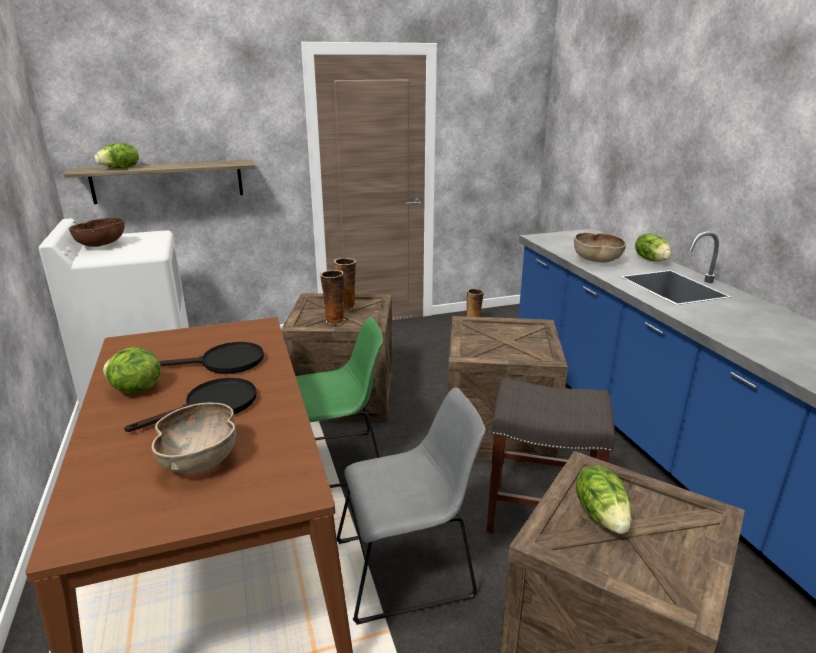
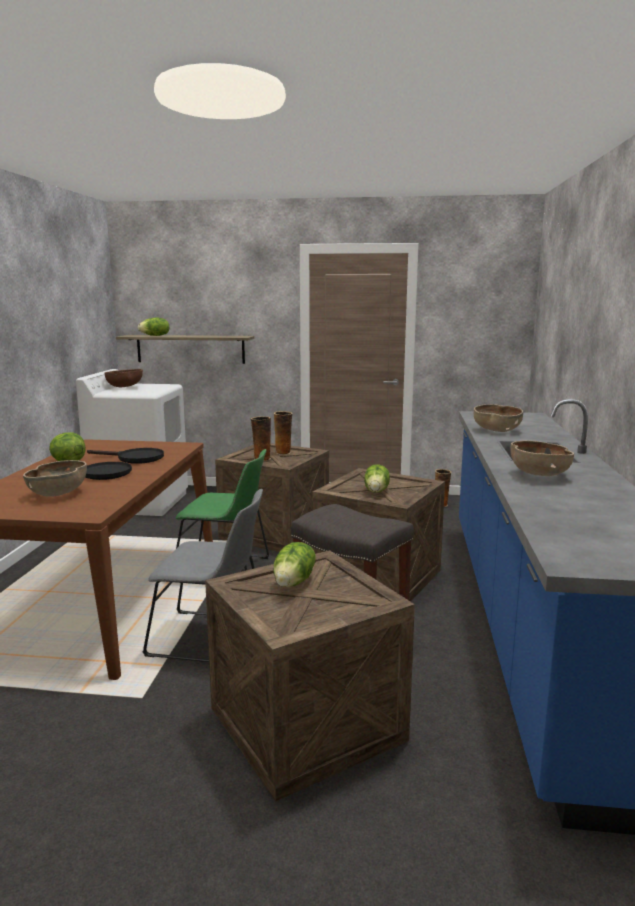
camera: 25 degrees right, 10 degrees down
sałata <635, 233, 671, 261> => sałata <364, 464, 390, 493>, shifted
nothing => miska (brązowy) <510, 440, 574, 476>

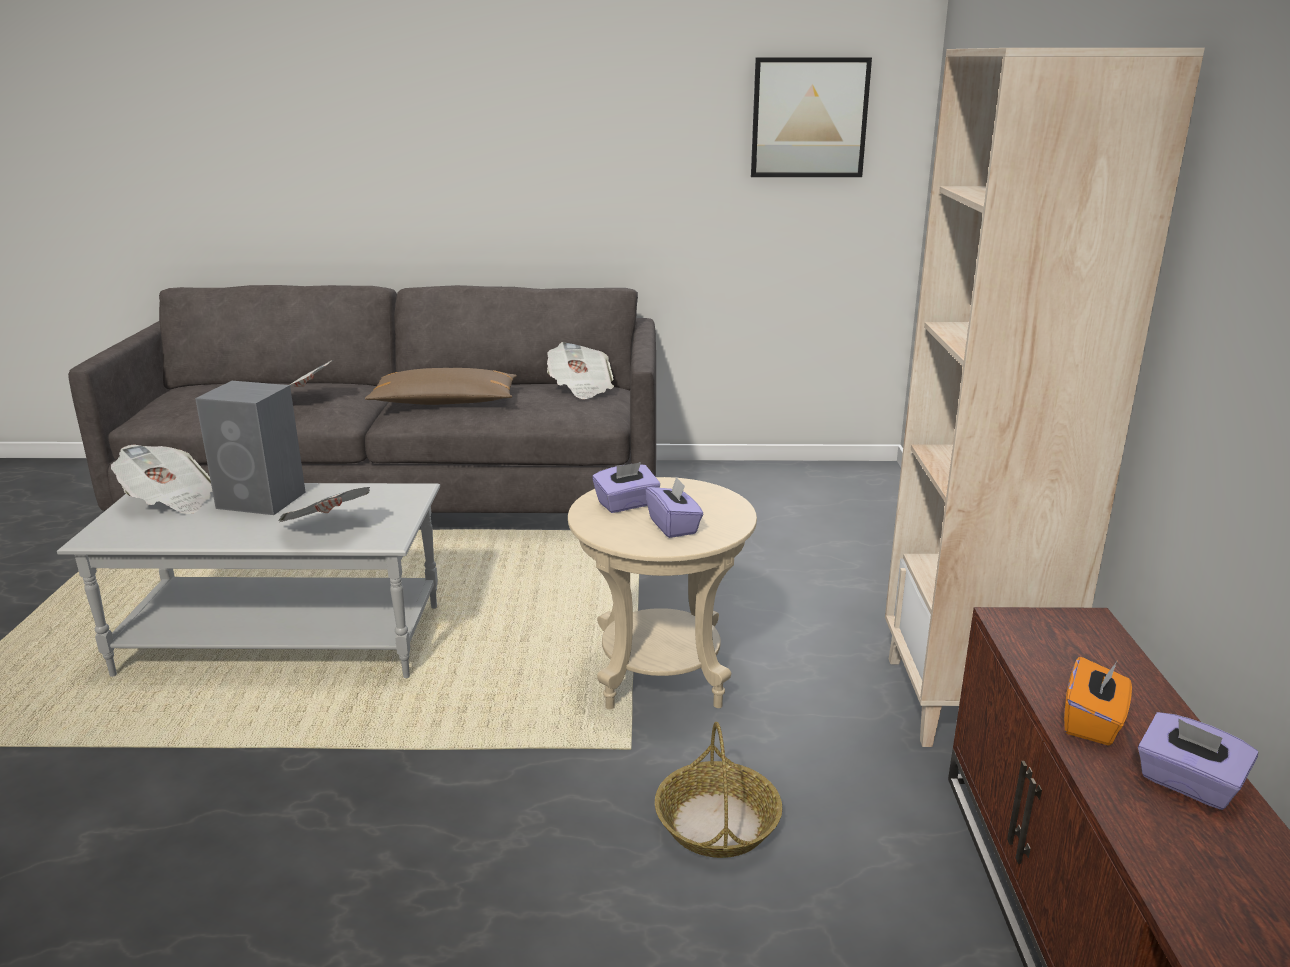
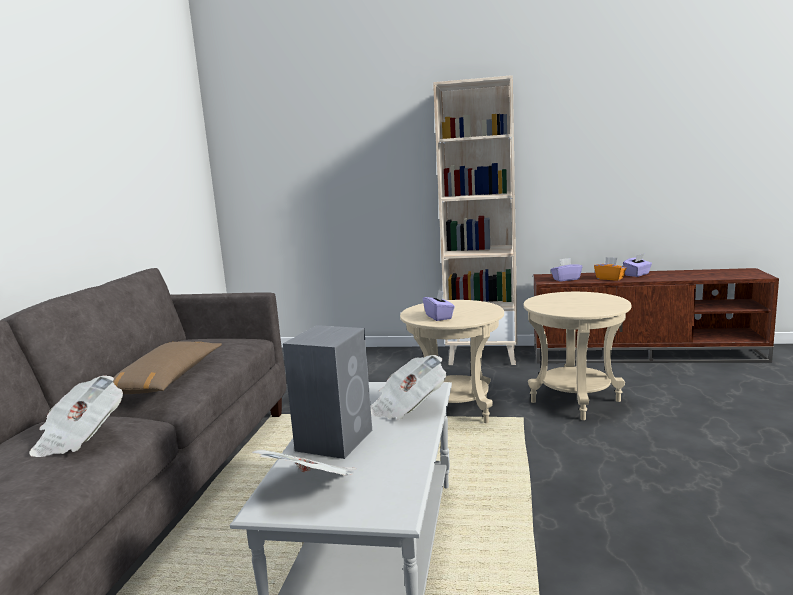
camera: 80 degrees left, 10 degrees down
gazeta <547, 342, 614, 399> => nothing
pudełko chusteczek (fioletowy) <645, 476, 703, 538> => pudełko chusteczek (fioletowy) <551, 258, 582, 281>, shifted
koszyk <655, 722, 782, 858> => stolik (beżowy) <524, 292, 631, 420>
obraz <751, 57, 872, 177> => nothing

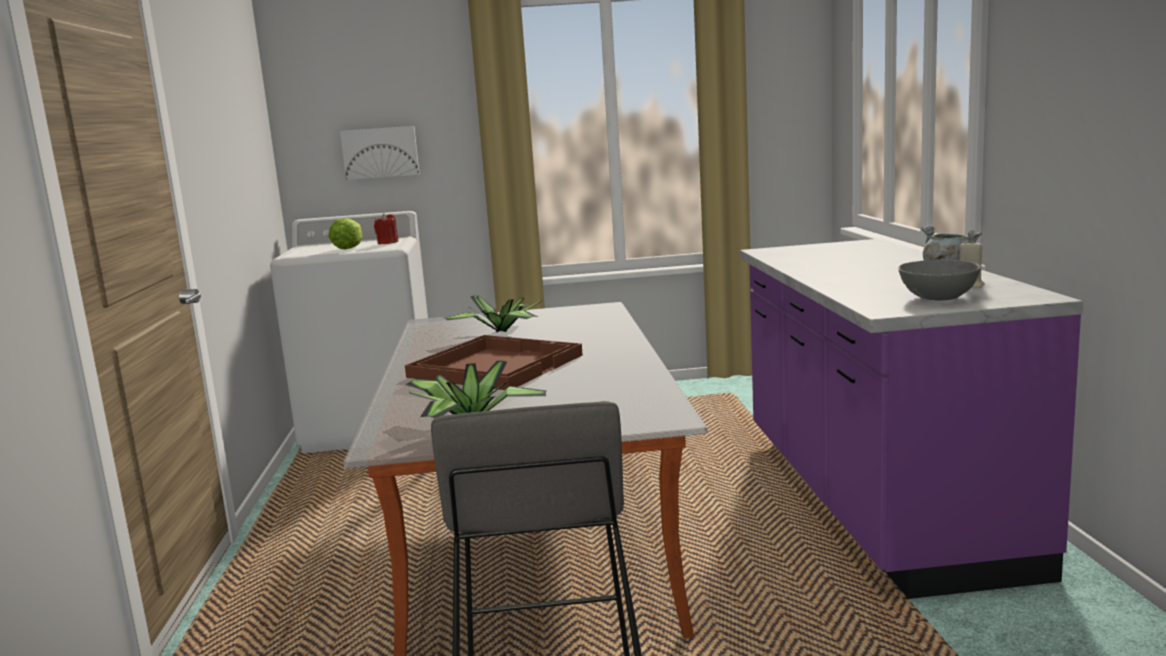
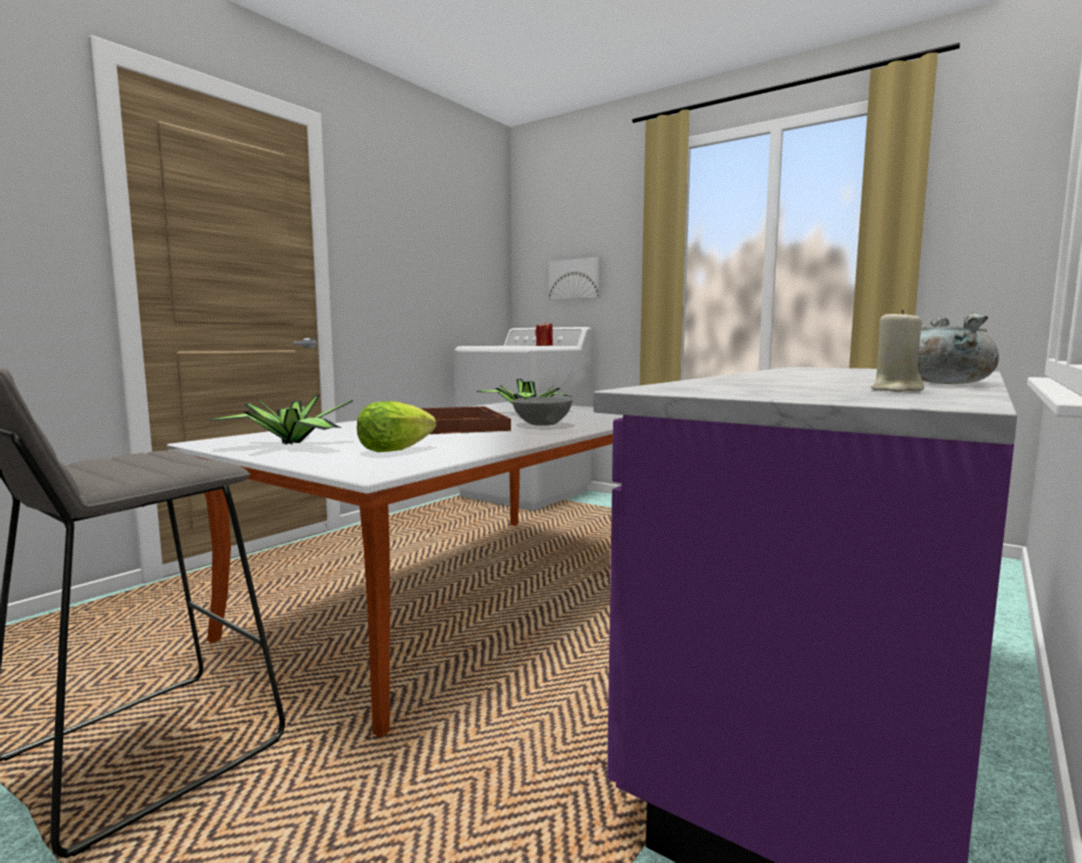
camera: 40 degrees right, 5 degrees down
sałata <328, 218, 362, 250> => sałata <357, 401, 436, 452>, shifted
miska (szary) <898, 260, 981, 300> => miska (szary) <512, 397, 572, 426>, shifted

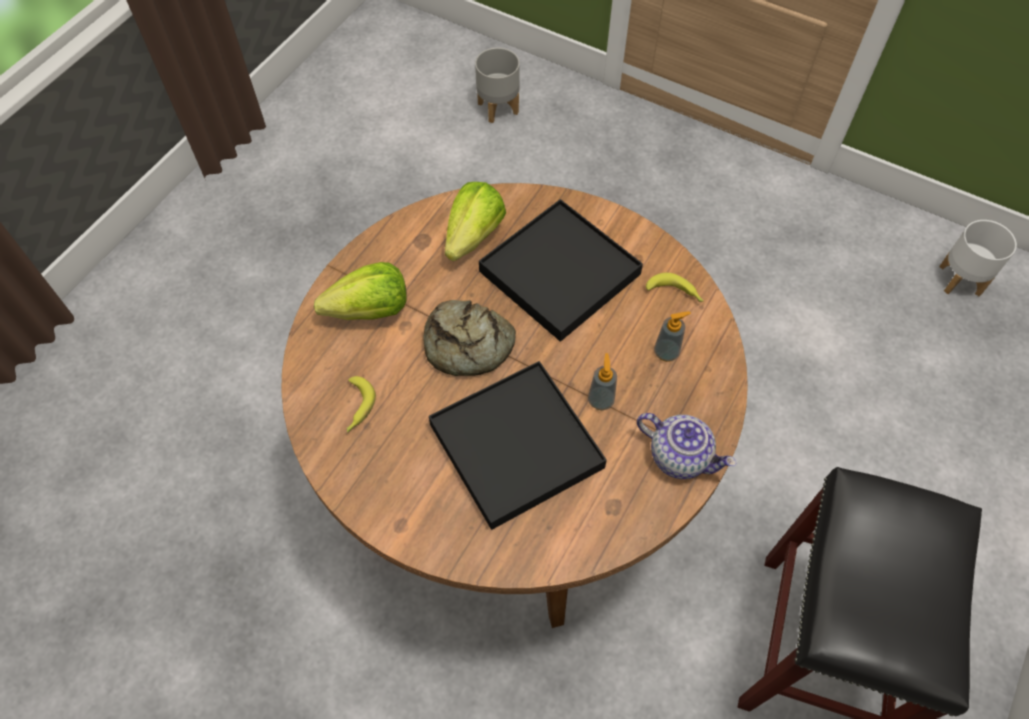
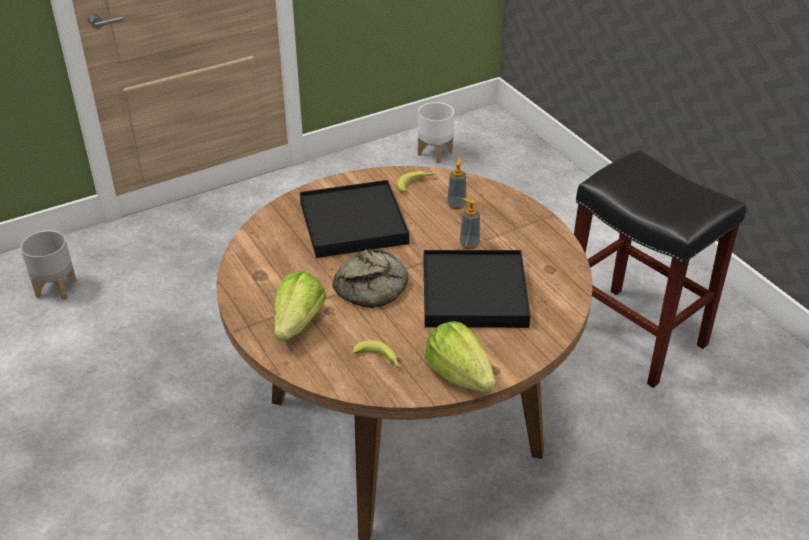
camera: 60 degrees left, 20 degrees down
sałata <445, 182, 506, 261> => sałata <425, 321, 496, 392>, shifted
imbryk <637, 413, 737, 479> => nothing

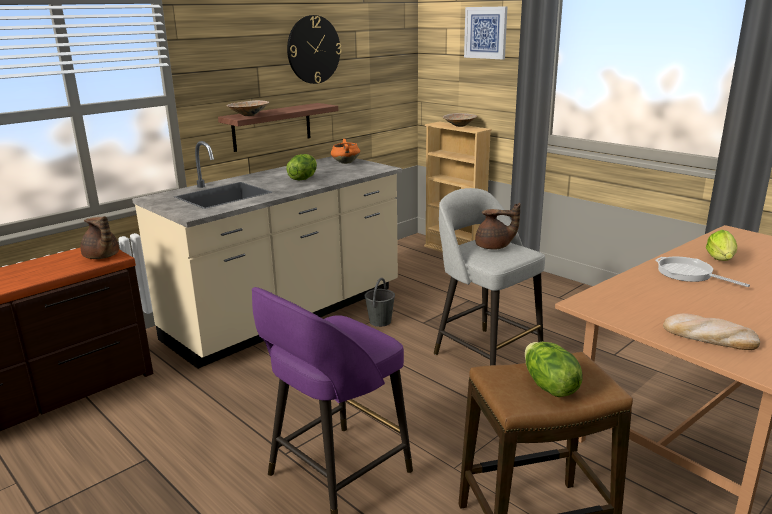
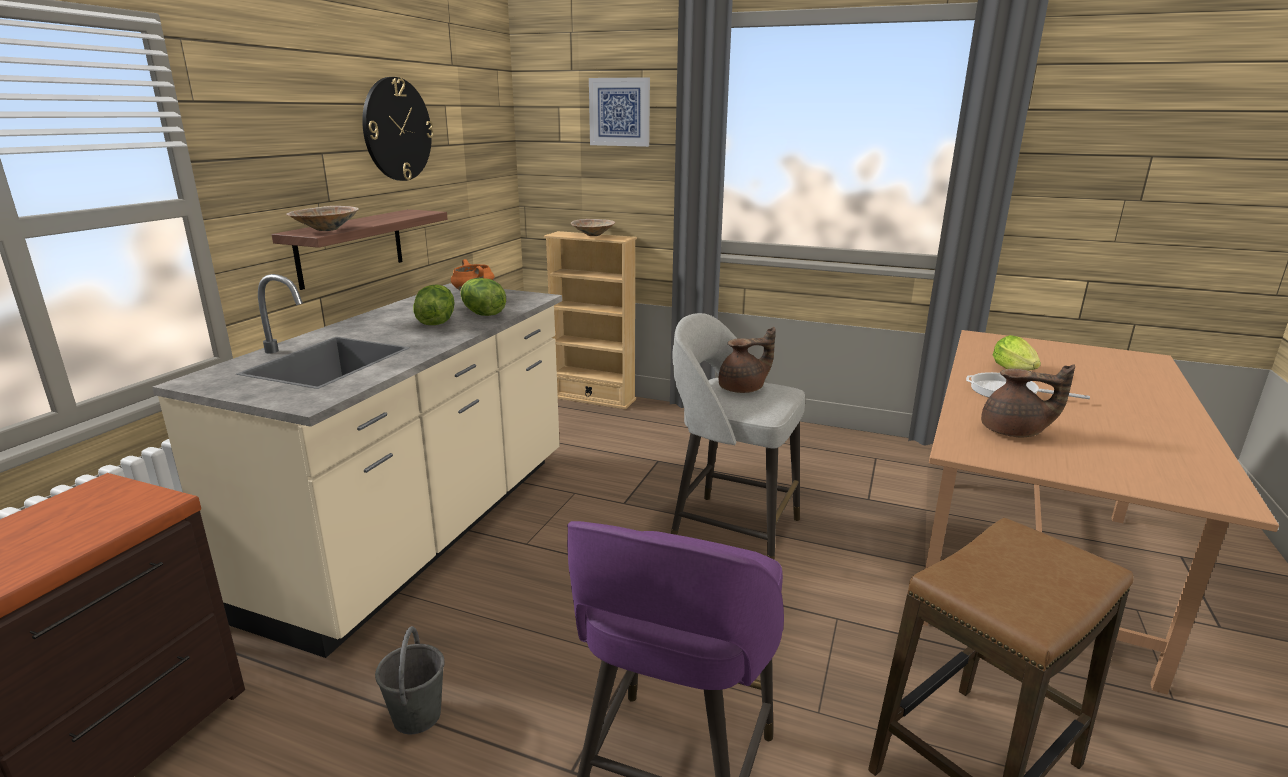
camera: 25 degrees left, 0 degrees up
imbryk (brązowy) <80, 216, 119, 259> => imbryk (brązowy) <981, 365, 1075, 438>, shifted
wiadro (szary) <365, 278, 395, 327> => wiadro (szary) <375, 626, 445, 734>, shifted
sałata <525, 342, 583, 397> => sałata <460, 278, 506, 316>, shifted
chleb <663, 313, 760, 350> => nothing

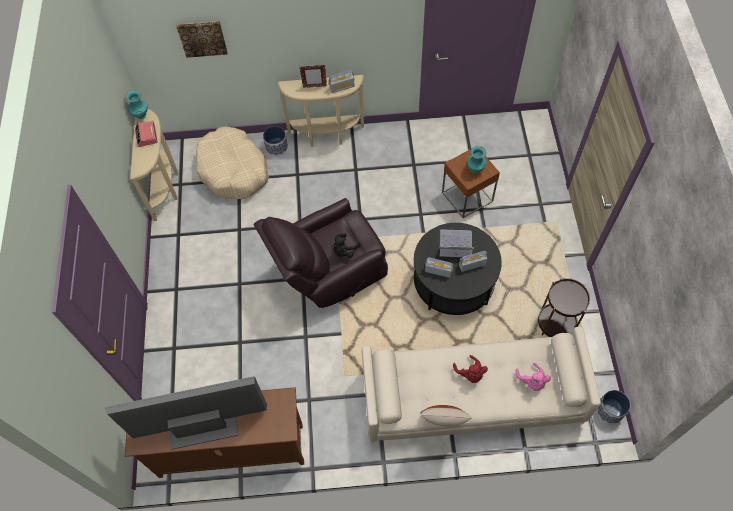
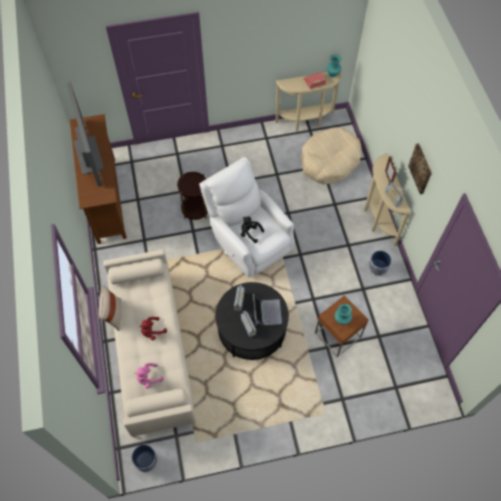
camera: 80 degrees right, 0 degrees up
obraz <177, 21, 227, 58> => obraz <408, 143, 432, 195>, shifted
fotel (brązowy) <254, 198, 388, 308> => fotel (biały) <199, 157, 294, 278>
donica <263, 126, 288, 156> => donica <368, 251, 391, 276>, shifted
stolik (brązowy) <538, 278, 590, 337> => stolik (brązowy) <177, 172, 208, 220>, shifted

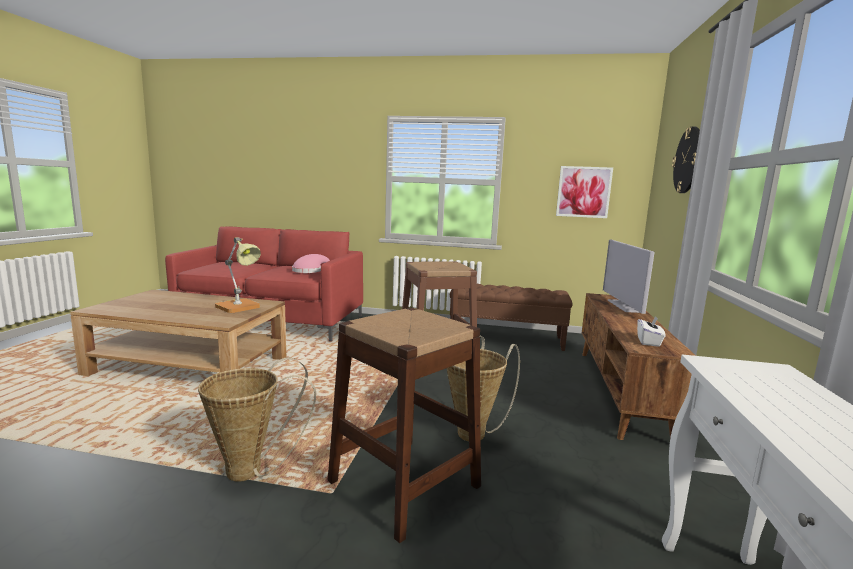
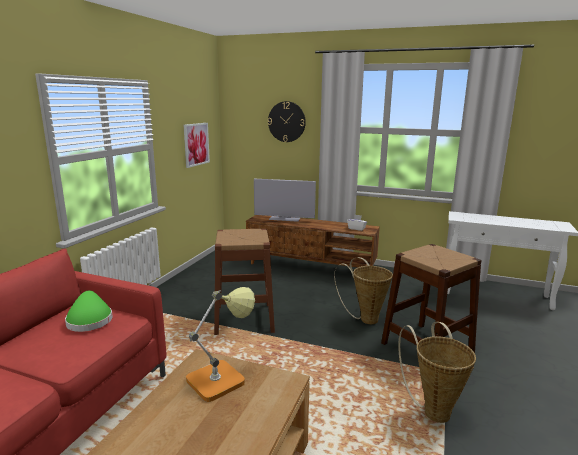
camera: 80 degrees left, 5 degrees up
kapelusz (różowy) <292, 254, 330, 273> => kapelusz (zielony) <65, 290, 113, 332>
ławka (brązowy) <450, 284, 573, 351> => nothing

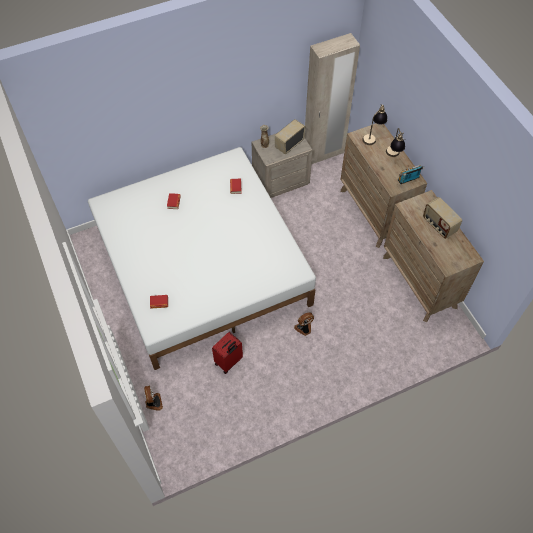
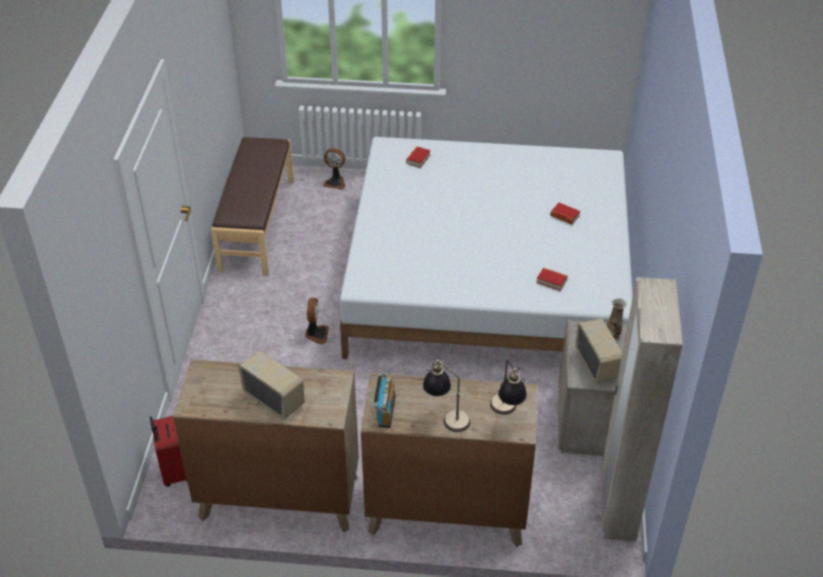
camera: 120 degrees right, 15 degrees down
walizka (czerwony) <212, 332, 243, 374> => walizka (czerwony) <150, 416, 187, 487>, shifted
radio <423, 197, 462, 239> => radio <238, 350, 305, 420>, 45 degrees clockwise
nothing => ławka (brązowy) <211, 137, 294, 275>

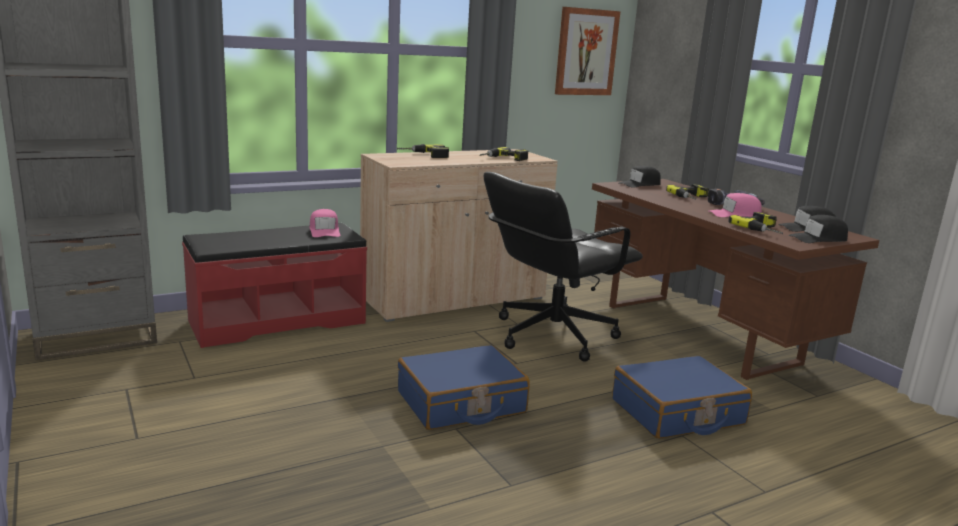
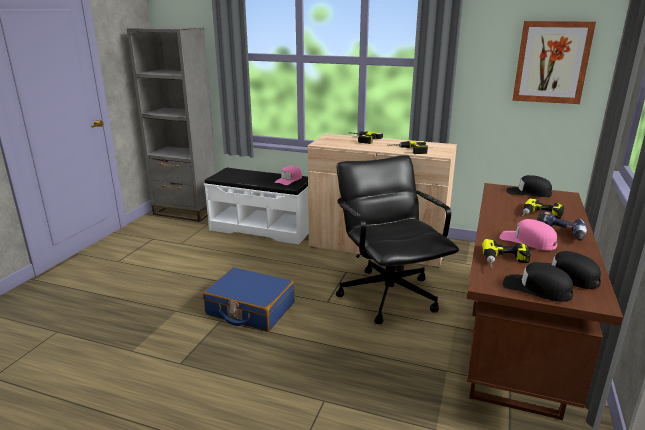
camera: 50 degrees right, 5 degrees up
ławka (czerwony) <182, 223, 367, 348> => ławka (biały) <204, 168, 309, 245>
krzesło biurowe (czarny) <484, 172, 643, 362> => krzesło biurowe (czarny) <336, 155, 459, 324>, 60 degrees clockwise
walizka (niebieski) <612, 356, 752, 439> => nothing

